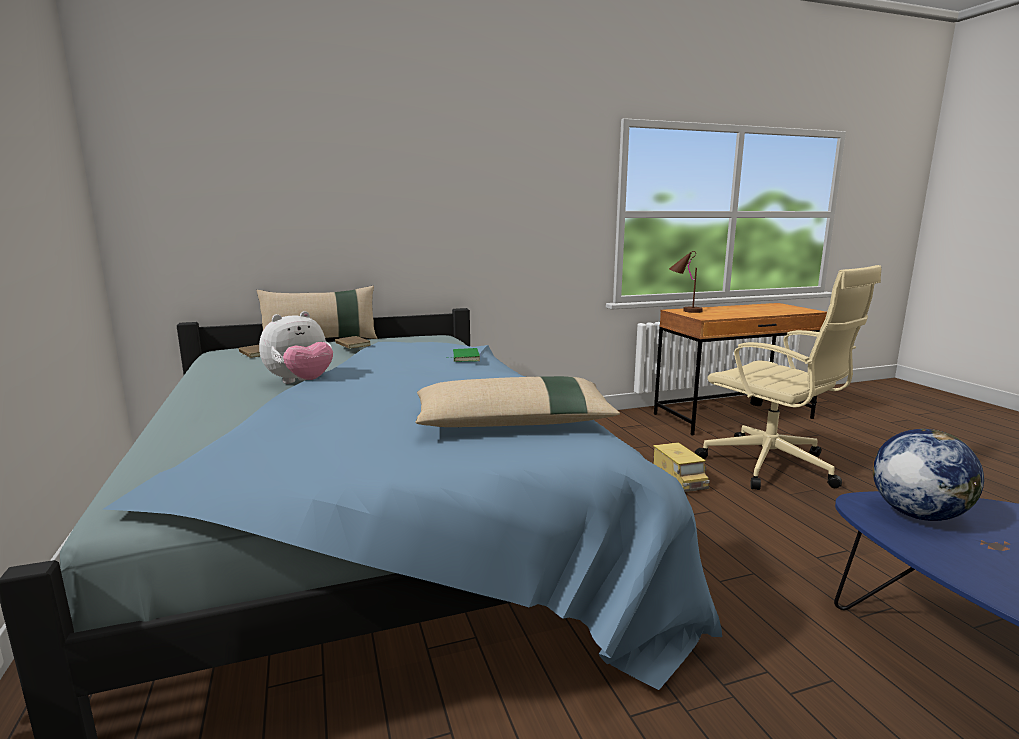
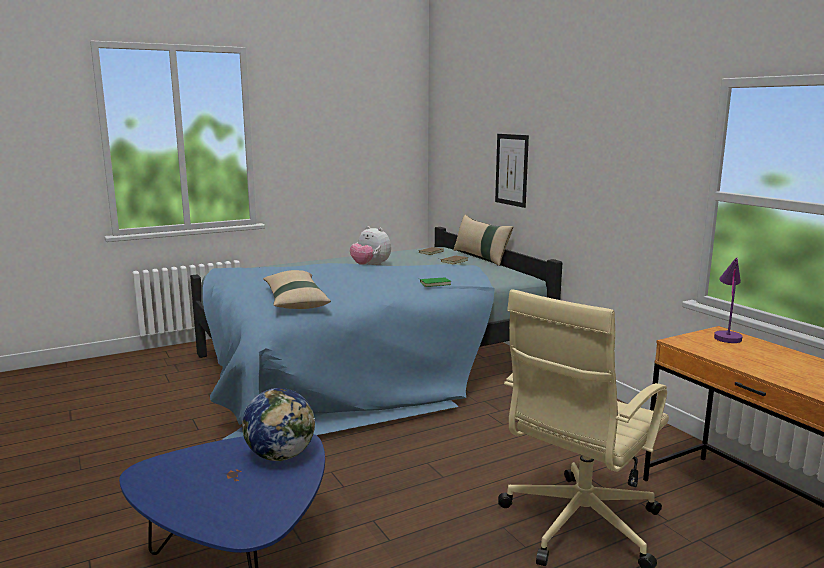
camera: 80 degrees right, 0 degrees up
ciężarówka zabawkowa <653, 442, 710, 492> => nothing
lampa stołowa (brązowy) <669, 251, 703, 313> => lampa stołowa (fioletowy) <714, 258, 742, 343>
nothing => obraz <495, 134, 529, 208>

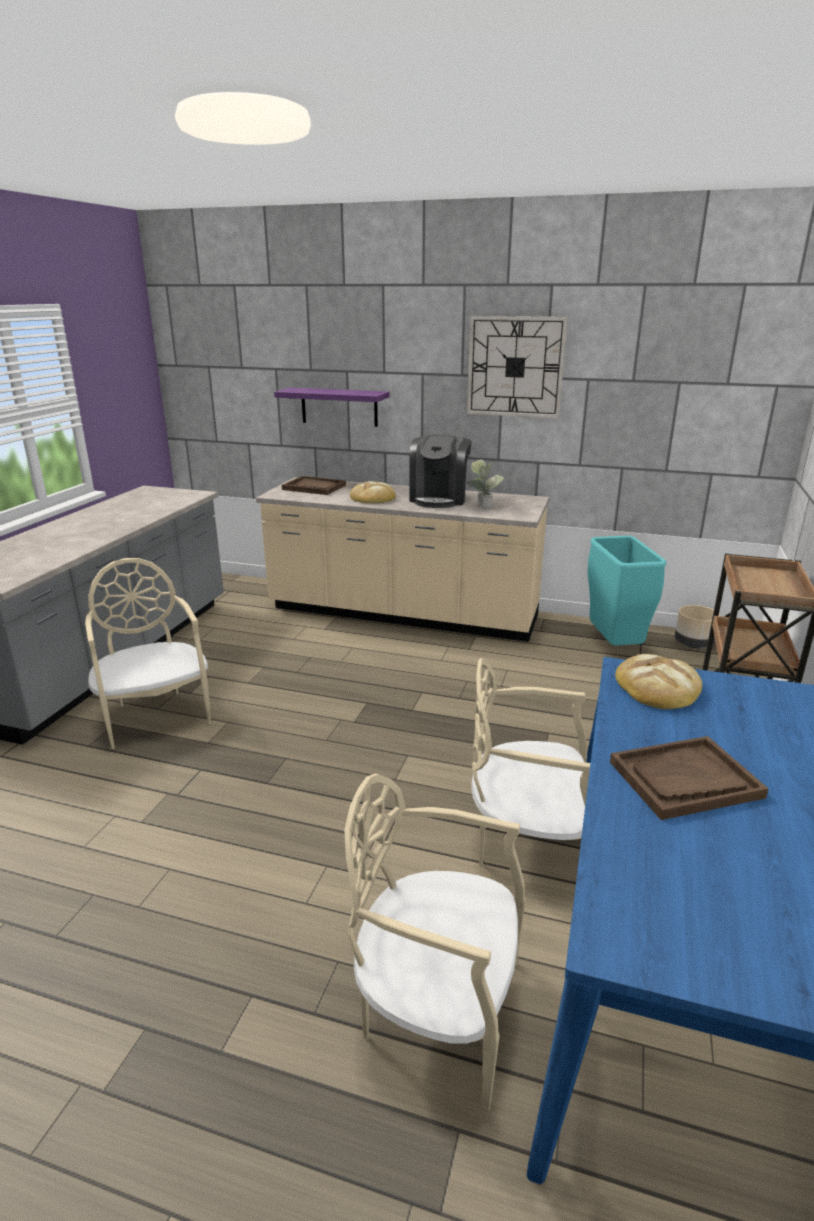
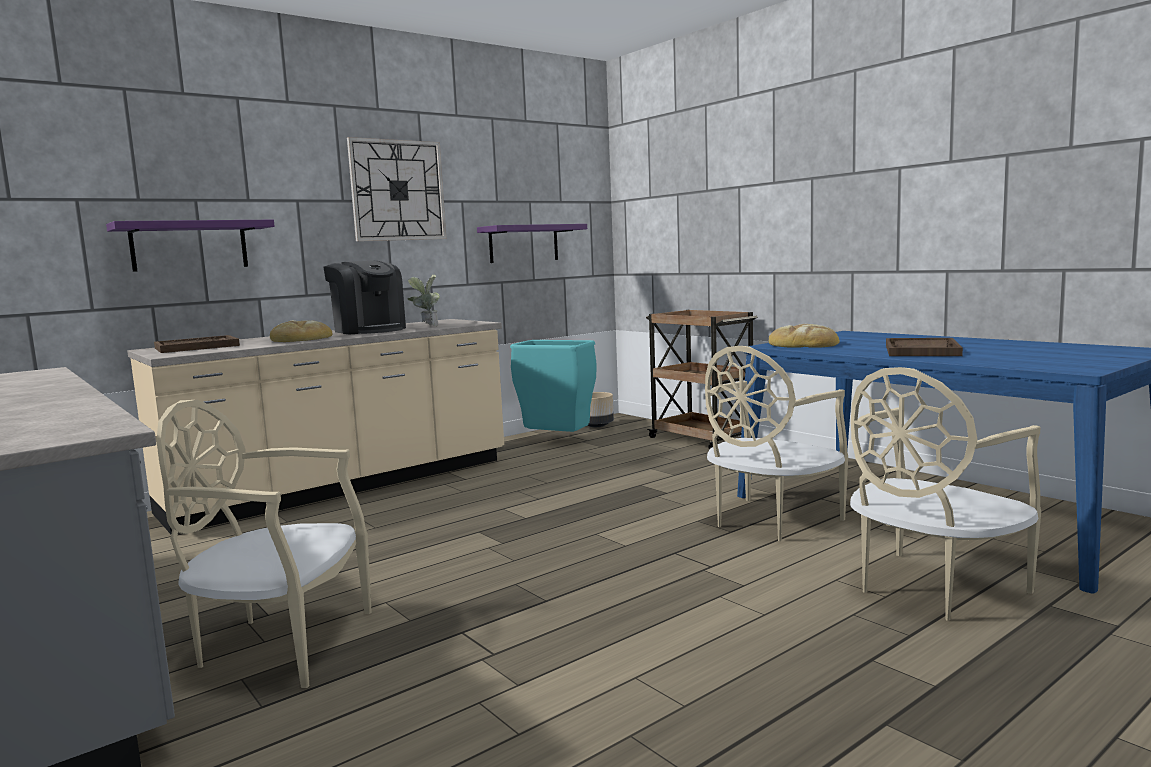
camera: 55 degrees left, 15 degrees down
nothing => półka (fioletowy) <477, 224, 587, 263>

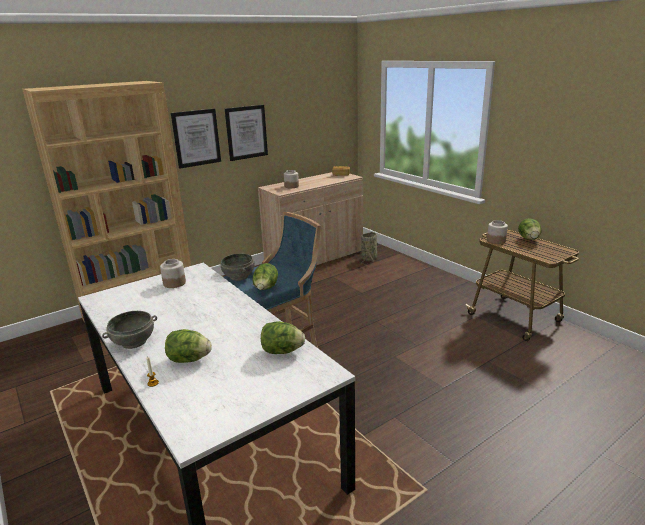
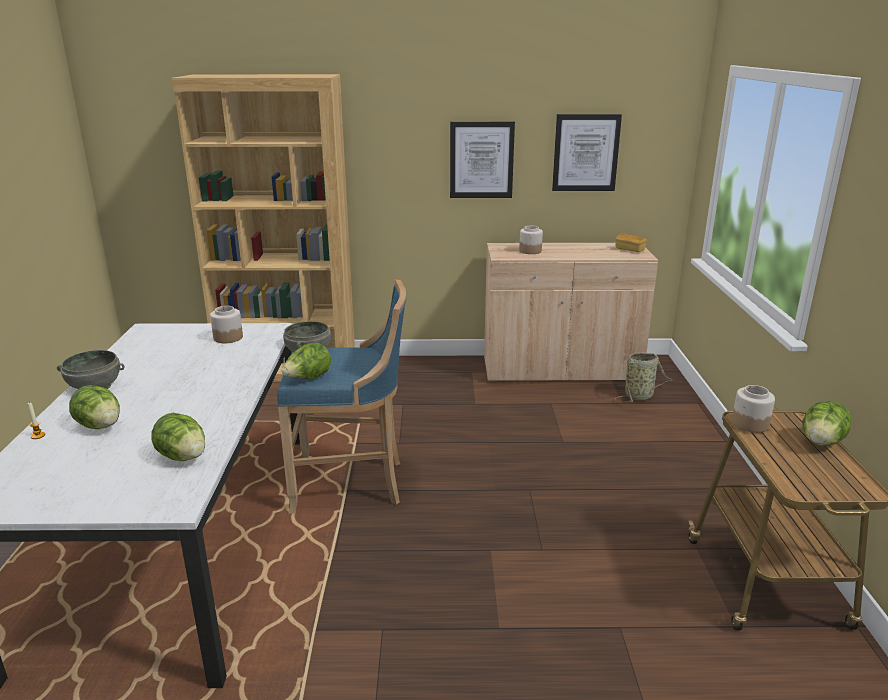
camera: 35 degrees right, 0 degrees up
obraz <171, 109, 221, 169> => obraz <552, 114, 622, 191>, shifted

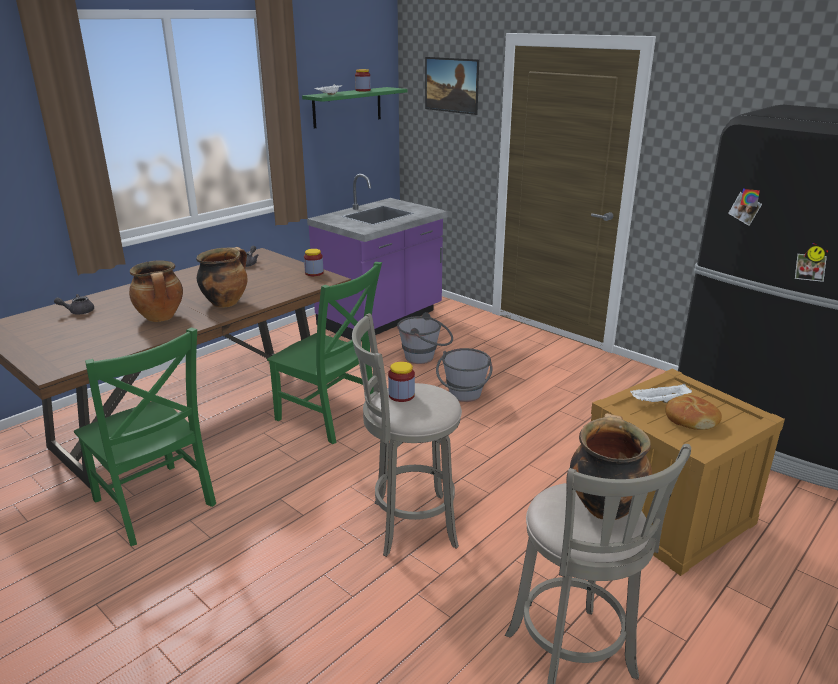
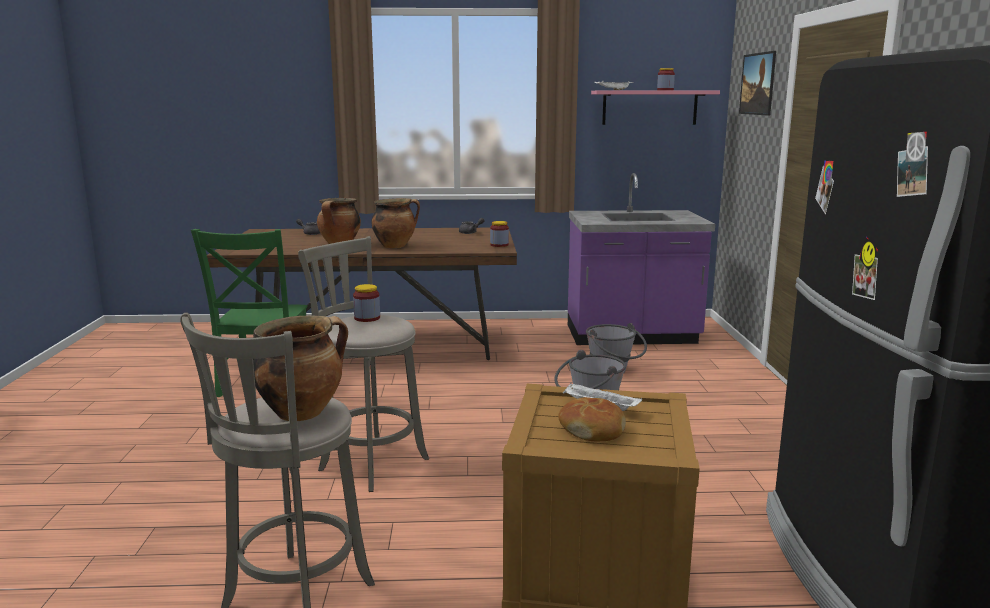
camera: 45 degrees right, 10 degrees down
krzesło (zielony) <267, 262, 382, 444> => nothing
półka (zielony) <302, 87, 408, 129> => półka (różowy) <591, 91, 720, 125>

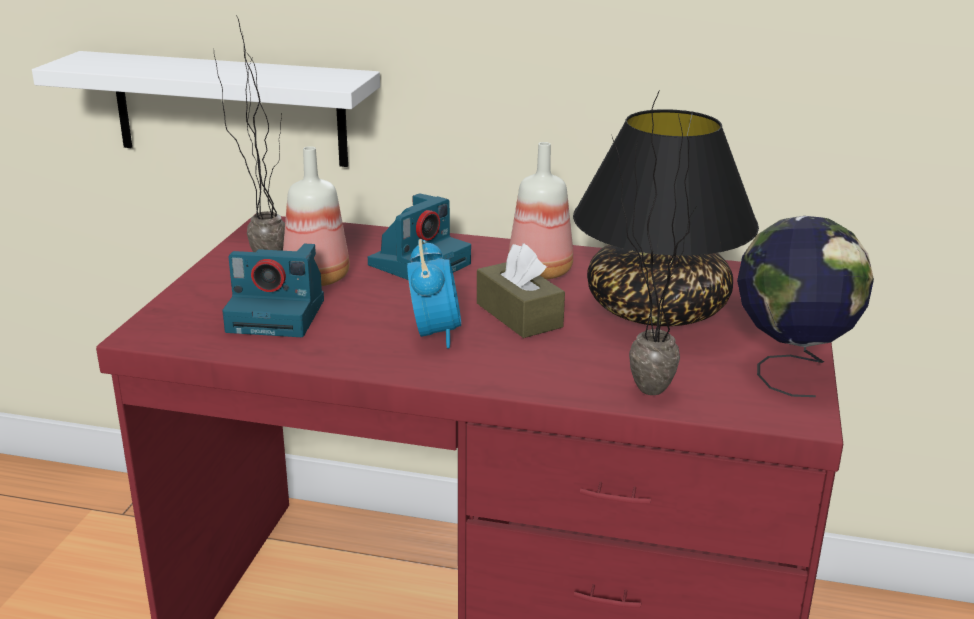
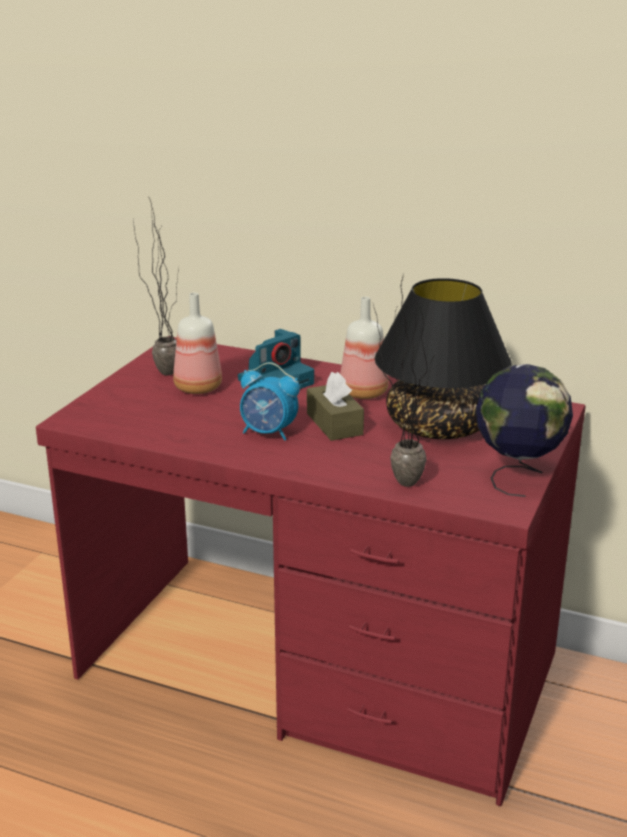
camera: 10 degrees right, 0 degrees up
półka (biały) <32, 51, 380, 167> => nothing
aparat fotograficzny <222, 243, 324, 337> => nothing
budzik <407, 239, 461, 348> => budzik <240, 362, 300, 440>, 105 degrees clockwise

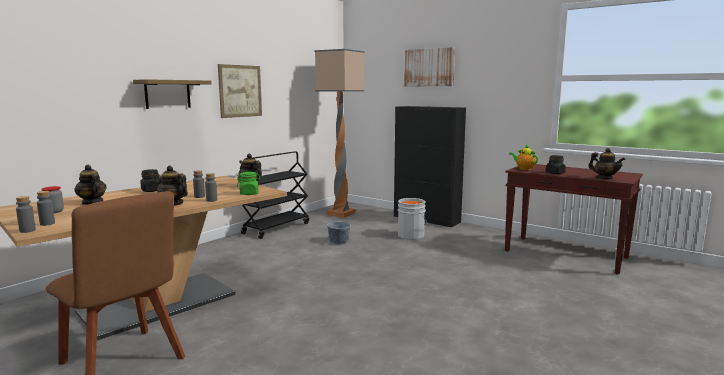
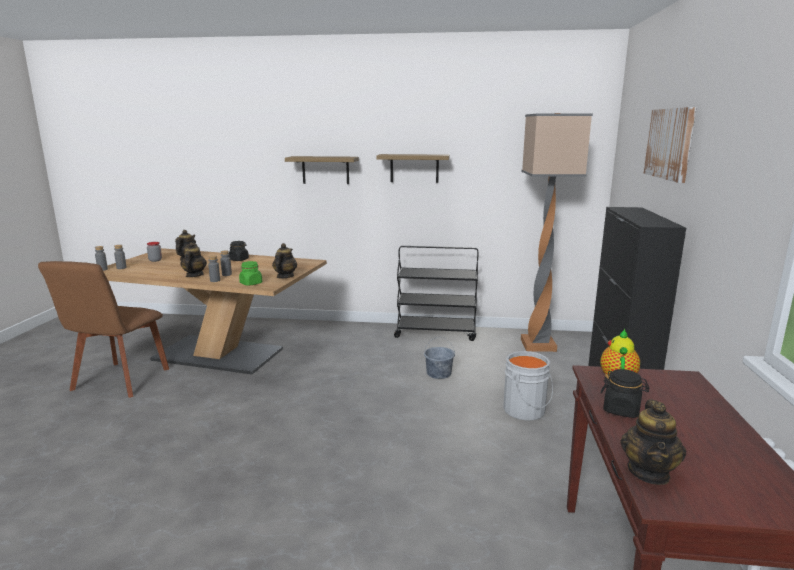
camera: 60 degrees right, 5 degrees up
obraz <218, 64, 262, 118> => półka <377, 154, 449, 183>

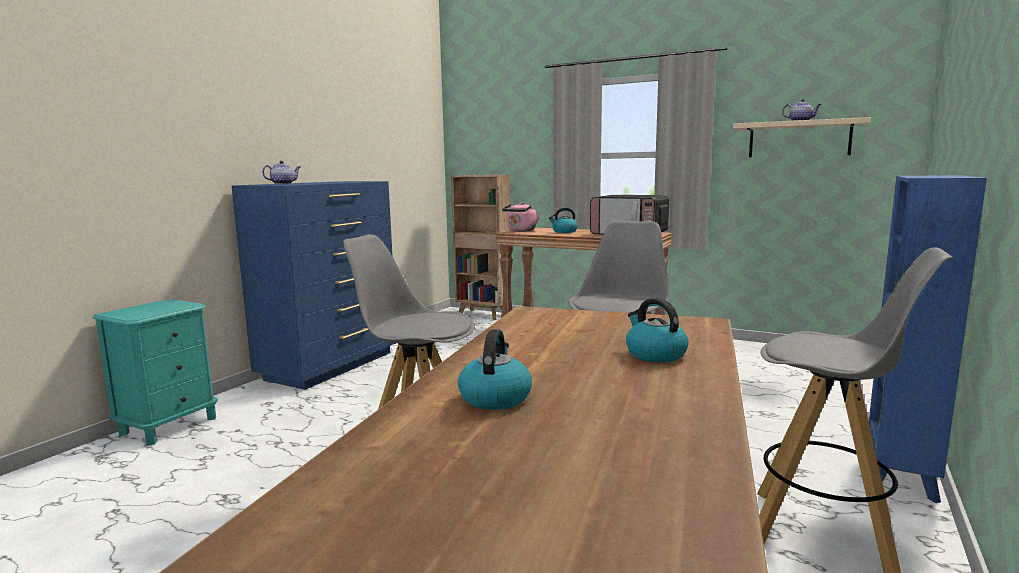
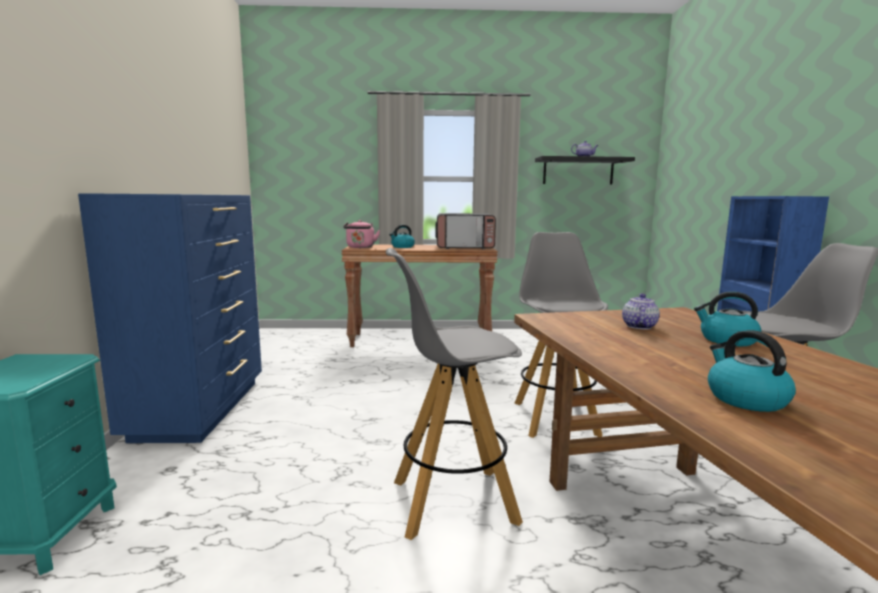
camera: 30 degrees left, 0 degrees up
imbryk <262, 161, 300, 184> => imbryk <622, 294, 660, 329>, shifted
regał (brązowy) <451, 175, 510, 320> => nothing
półka (beżowy) <733, 117, 871, 157> => półka (czarny) <535, 156, 635, 185>

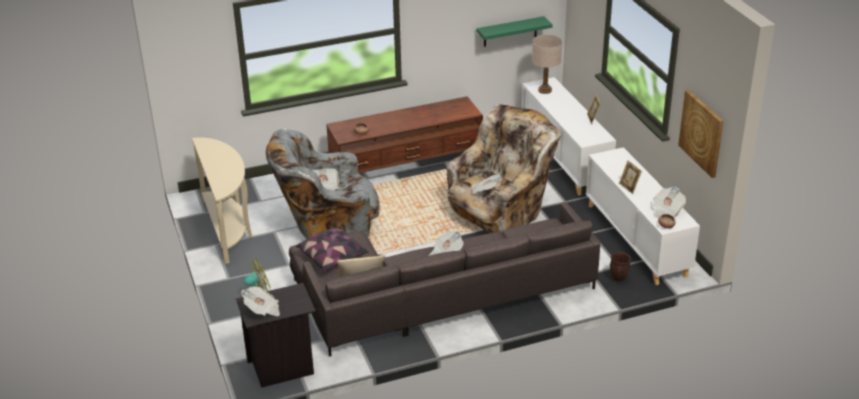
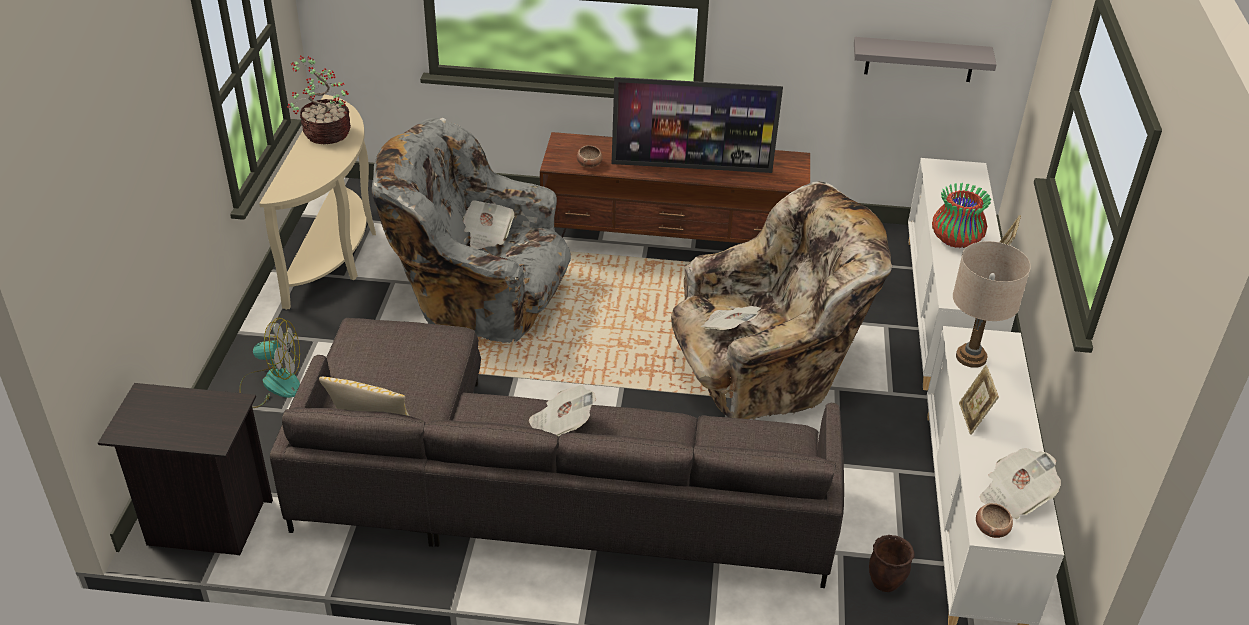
camera: 25 degrees right, 5 degrees up
gazeta <241, 287, 280, 316> => nothing
poduszka <296, 226, 369, 272> => nothing
półka (zielony) <477, 16, 553, 47> => półka (szary) <854, 37, 997, 82>
lampa stołowa (beżowy) <532, 35, 562, 94> => lampa stołowa (beżowy) <953, 241, 1031, 368>, shifted
obraz <678, 90, 724, 178> => nothing
nothing => roślina doniczkowa <287, 56, 351, 144>
nothing => telewizor <612, 77, 783, 173>
nothing => wazon <932, 183, 991, 248>

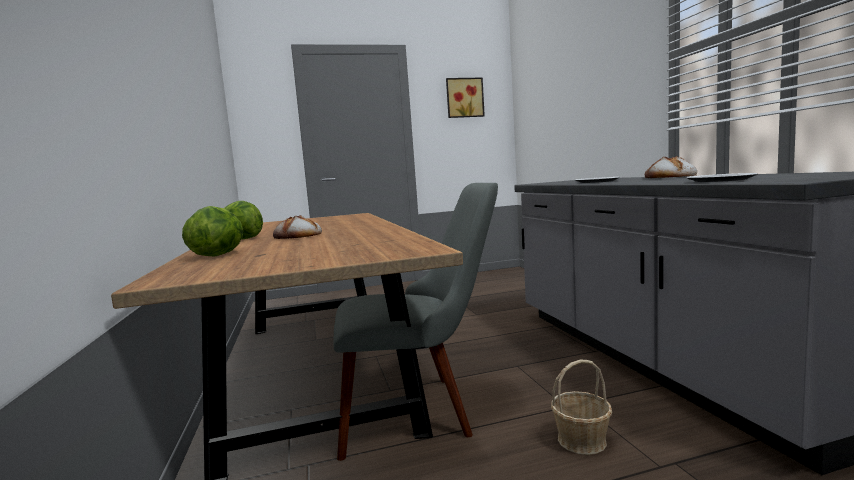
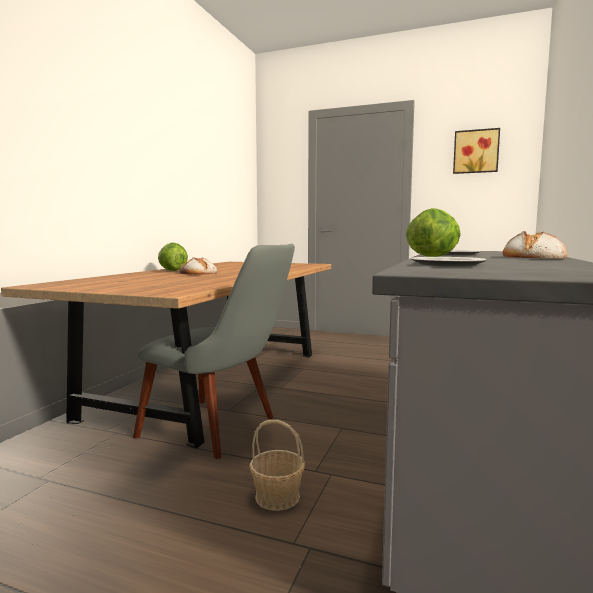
camera: 35 degrees right, 0 degrees up
sałata <182, 206, 243, 257> => sałata <406, 208, 461, 257>, shifted

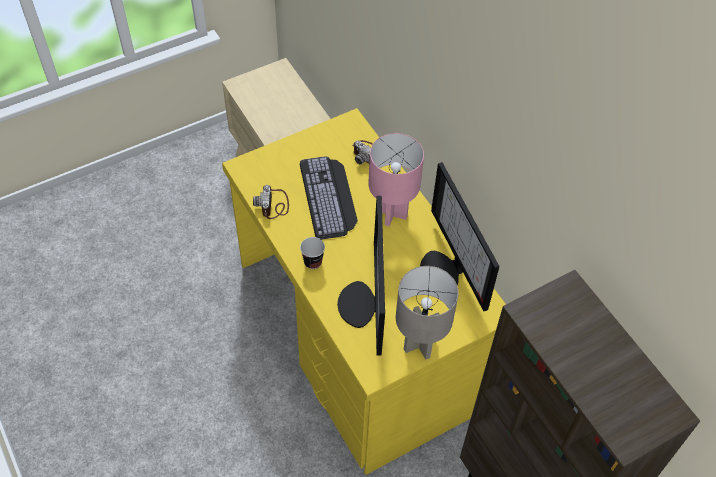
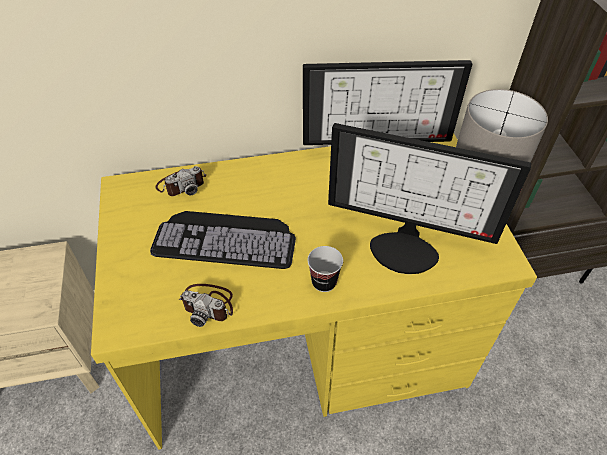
camera: 70 degrees left, 5 degrees down
lampa stołowa (różowy) <368, 133, 424, 226> => nothing

